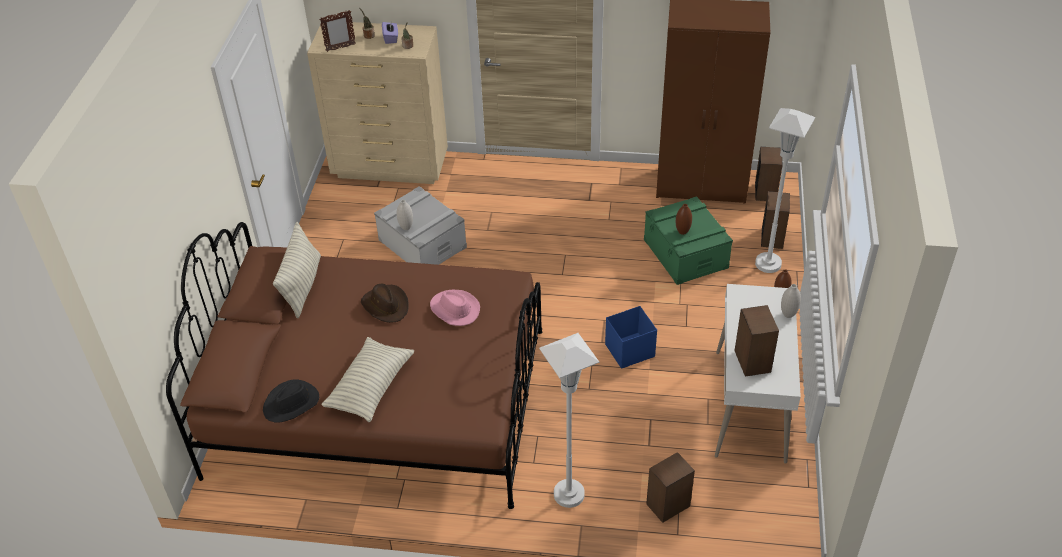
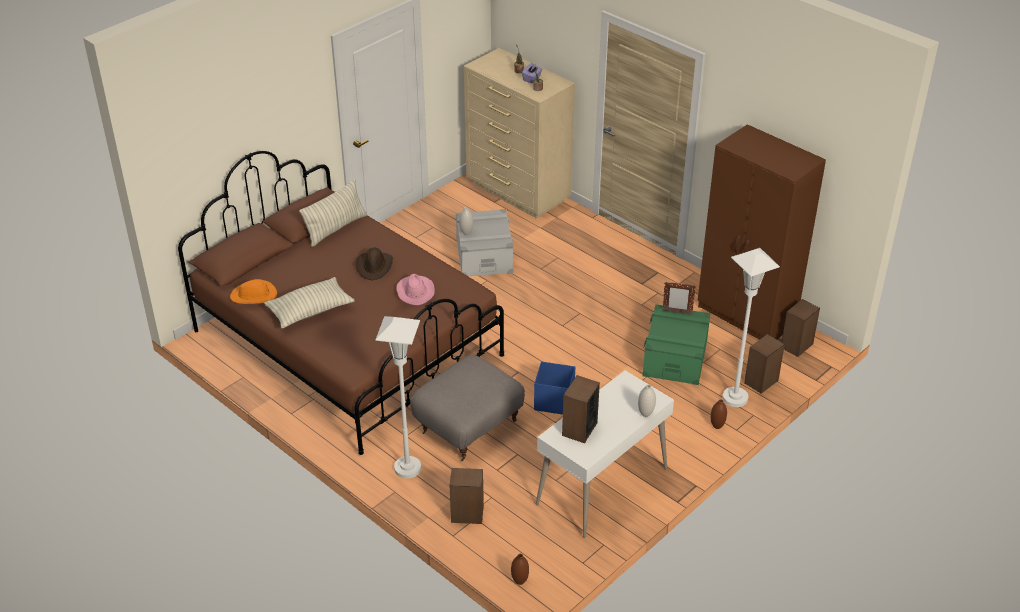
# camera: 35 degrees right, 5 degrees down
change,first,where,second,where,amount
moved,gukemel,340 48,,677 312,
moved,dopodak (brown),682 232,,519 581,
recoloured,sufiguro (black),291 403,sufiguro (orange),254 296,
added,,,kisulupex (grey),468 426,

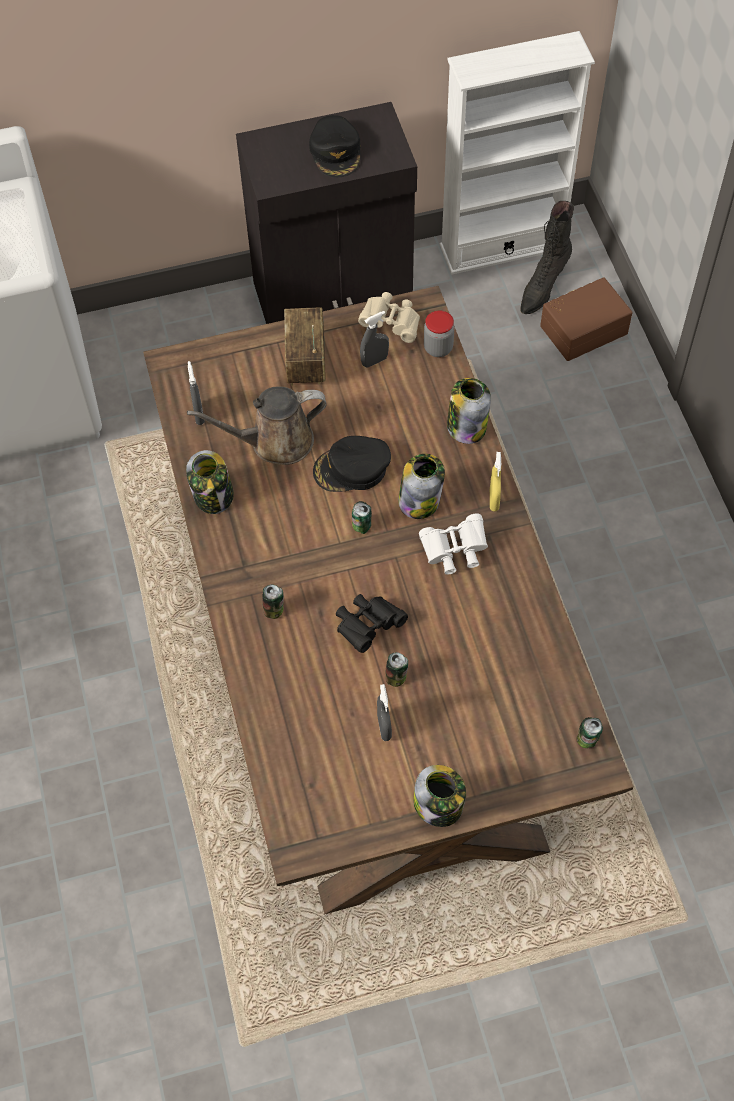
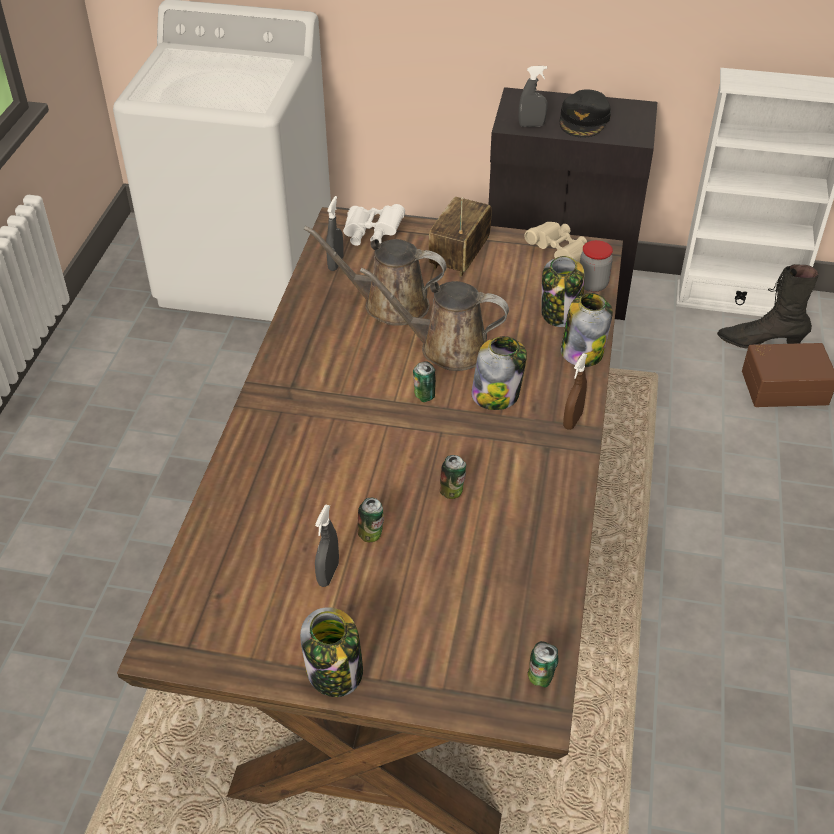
# camera: 25 degrees right, 15 degrees down
change,first,where,second,where,amount
turned,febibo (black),543 287,,760 342,45 degrees clockwise
moved,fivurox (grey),374 361,,531 125,
replaced,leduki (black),352 469,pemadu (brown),447 348,
moved,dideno,213 496,,561 313,
recoloured,fivurox (yellow),494 500,fivurox (brown),572 420,
moved,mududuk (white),454 551,,371 234,
moved,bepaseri,274 610,,452 491,
removed,mududuk (black),368 626,,,

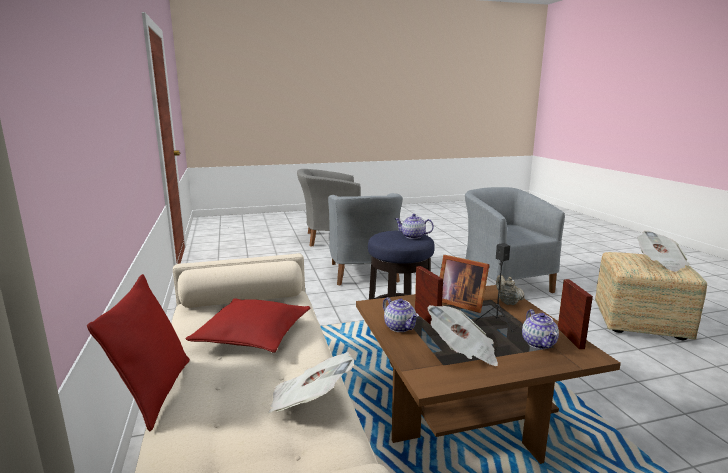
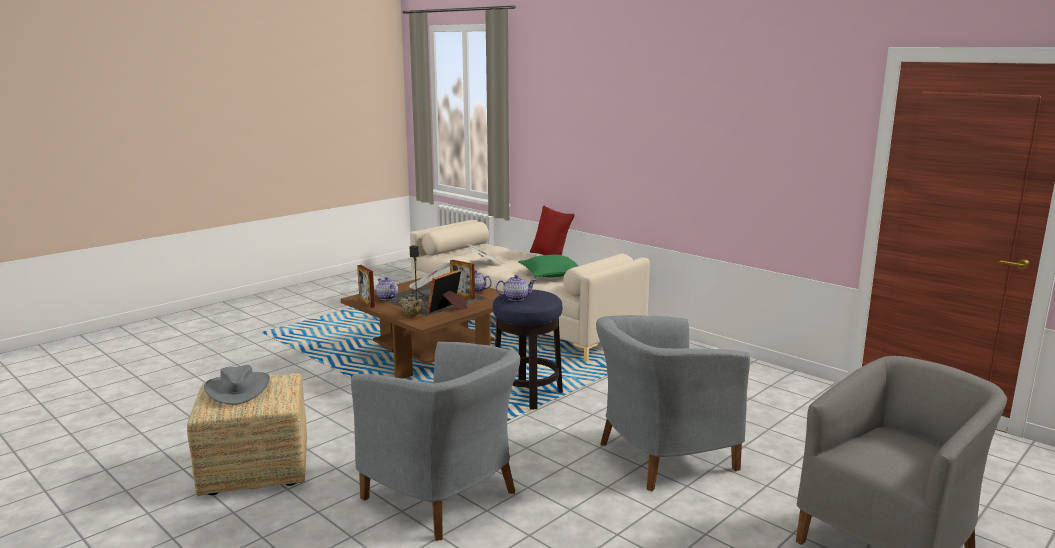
# camera: 150 degrees right, 0 degrees up
change,first,where,second,where,amount
turned,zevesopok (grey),364 274,,661 457,75 degrees counterclockwise
replaced,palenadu,660 263,sufiguro (grey),237 389,
turned,gukemel,460 302,,448 309,60 degrees counterclockwise
recoloured,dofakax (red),253 335,dofakax (green),552 275,

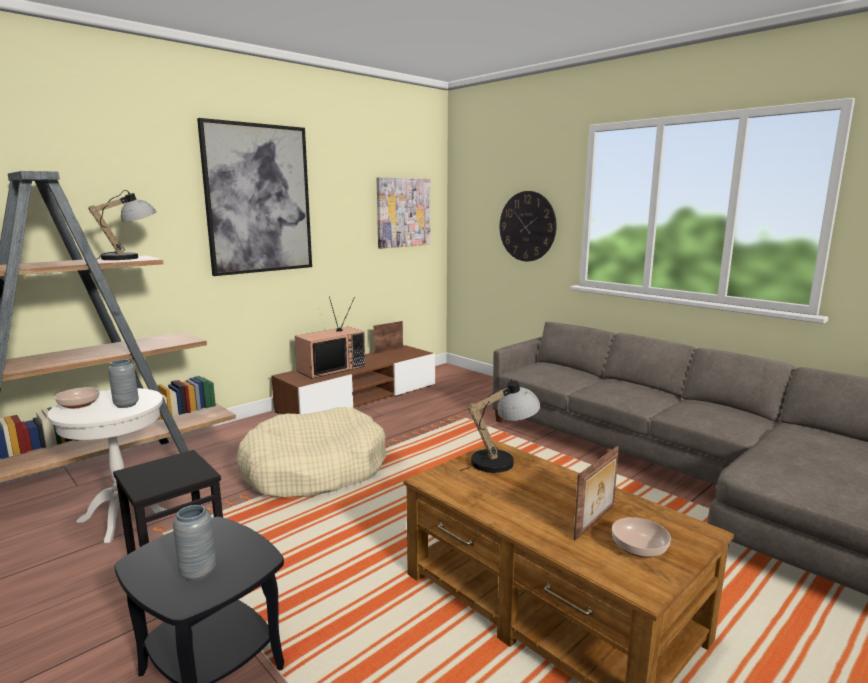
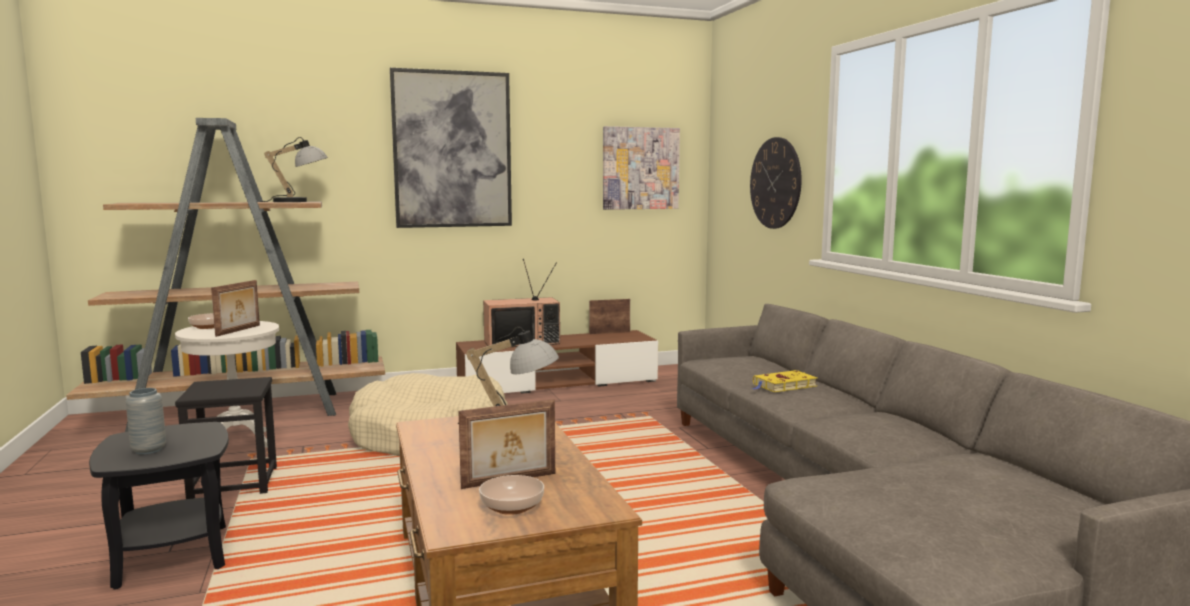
# camera: 25 degrees right, 5 degrees down
change,first,where,second,where,amount
replaced,dopodak (grey),126 405,gukemel,239 330,
added,,,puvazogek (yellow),783 385,

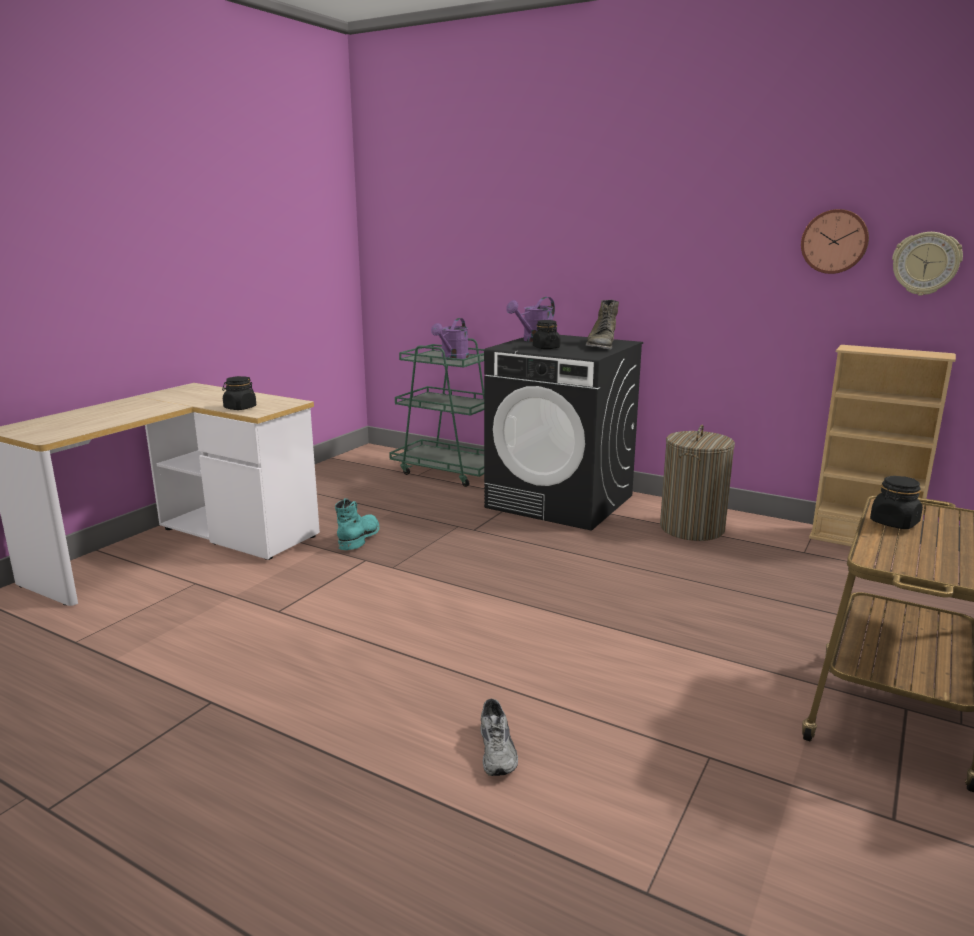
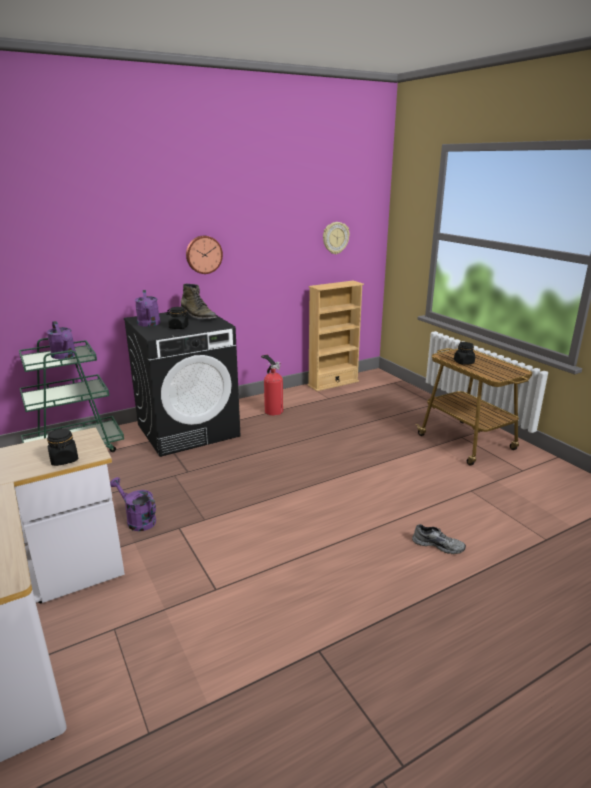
# camera: 60 degrees left, 5 degrees up
change,first,where,second,where,amount
moved,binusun,834 241,,203 254,
replaced,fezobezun,692 528,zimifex,273 410,
replaced,febibo (turquoise),359 537,pemadu (purple),137 520,

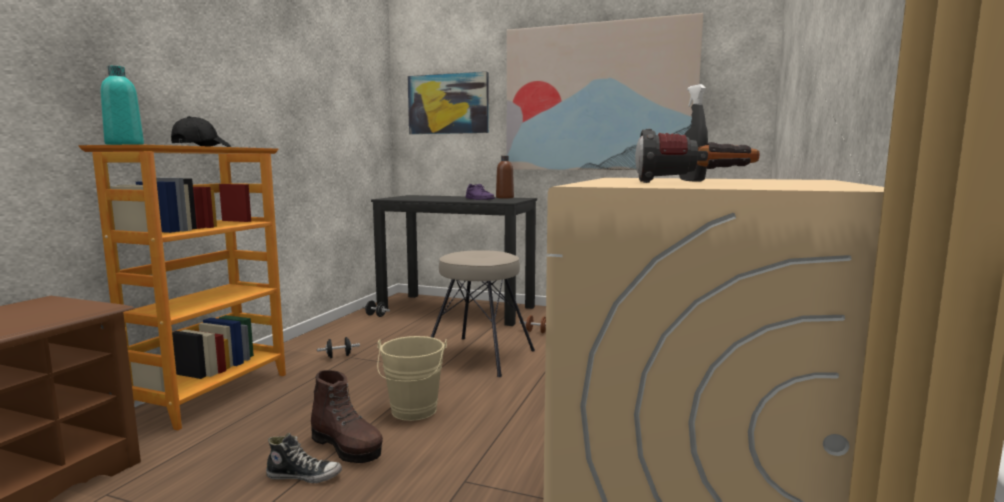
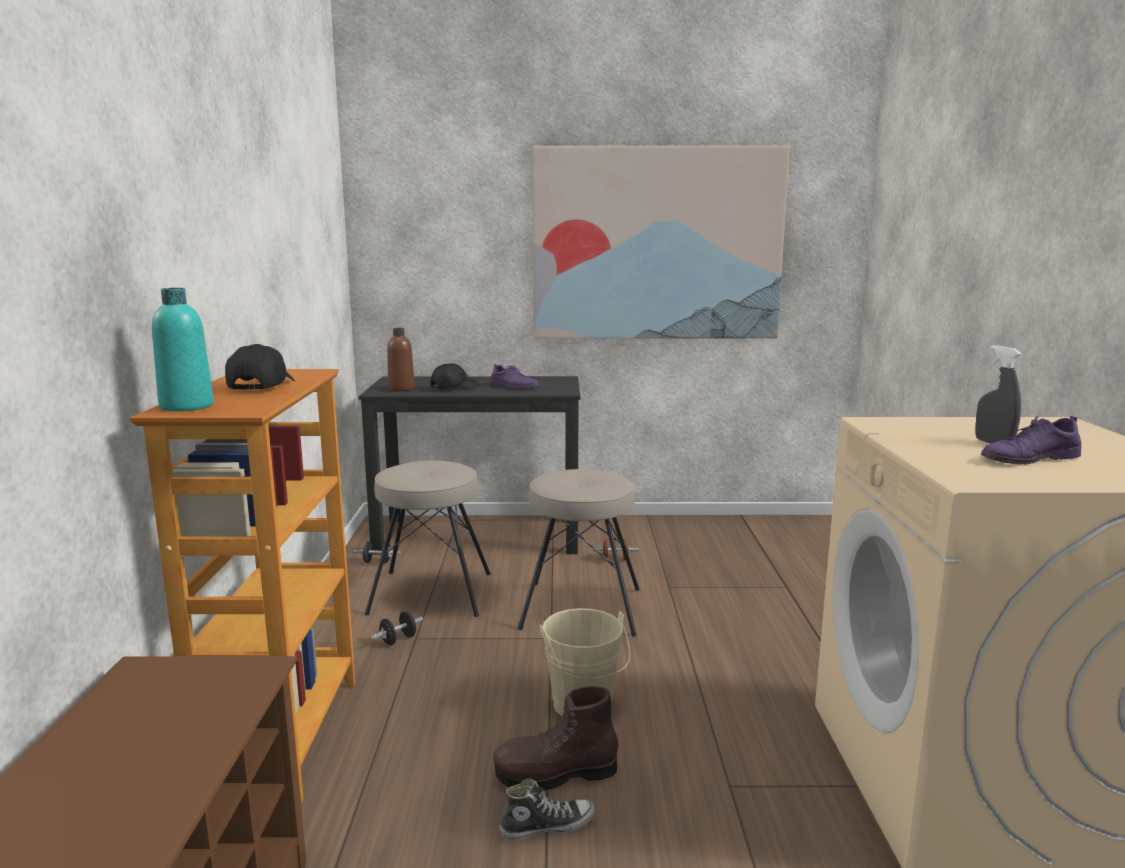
# camera: 20 degrees left, 5 degrees up
change,first,where,second,where,amount
removed,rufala,448 104,,,
replaced,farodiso,694 183,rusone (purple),1029 458,
moved,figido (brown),504 197,,401 389,
turned,febibo (brown),347 447,,555 774,150 degrees clockwise
added,,,leduki (black),454 388,
added,,,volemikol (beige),431 594,

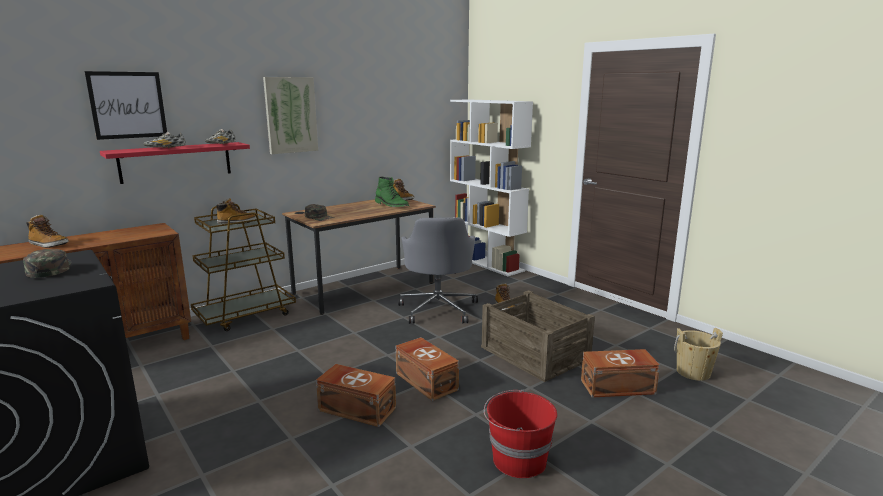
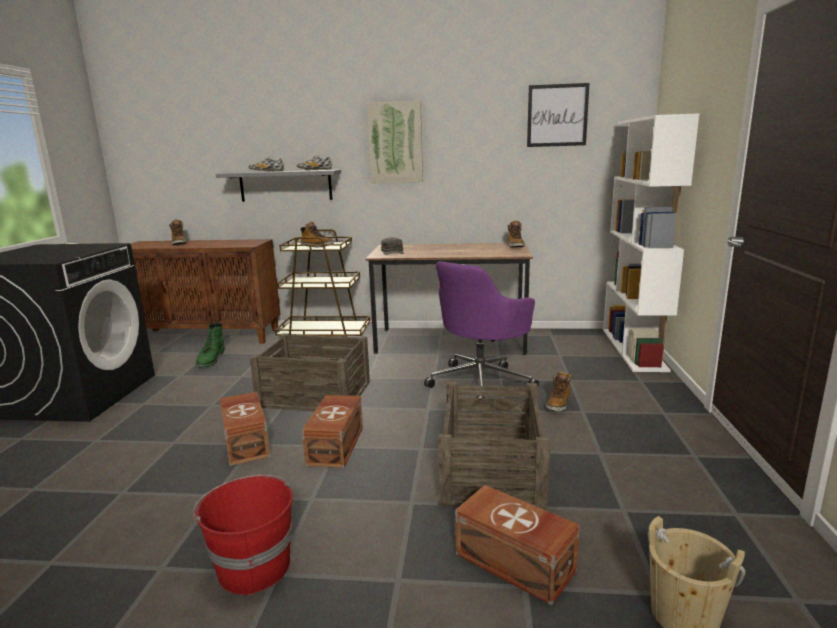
# camera: 45 degrees right, 0 degrees up
change,first,where,second,where,amount
moved,rufala,128 105,,557 115,
recoloured,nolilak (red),176 162,nolilak (grey),285 186,
moved,febibo (green),391 205,,211 359,
recoloured,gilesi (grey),438 309,gilesi (purple),481 382,
removed,leduki (green),49 269,,,
added,,,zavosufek,315 393,

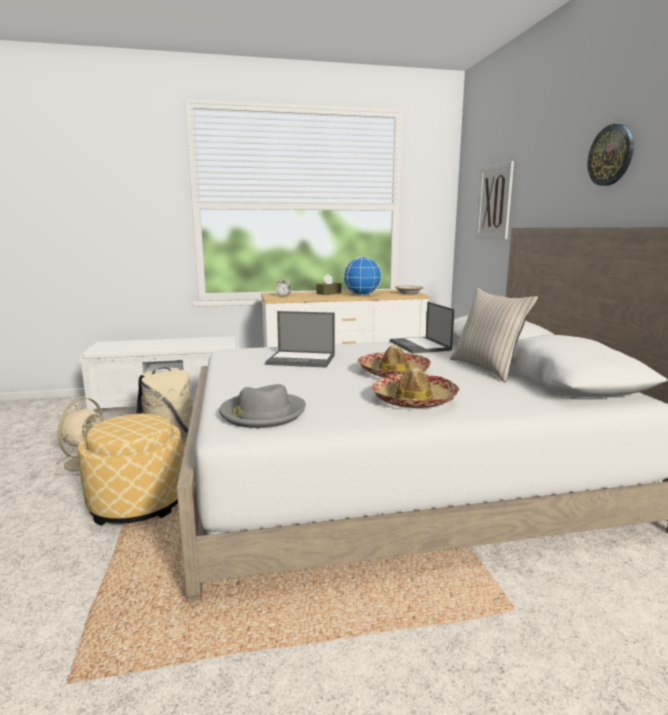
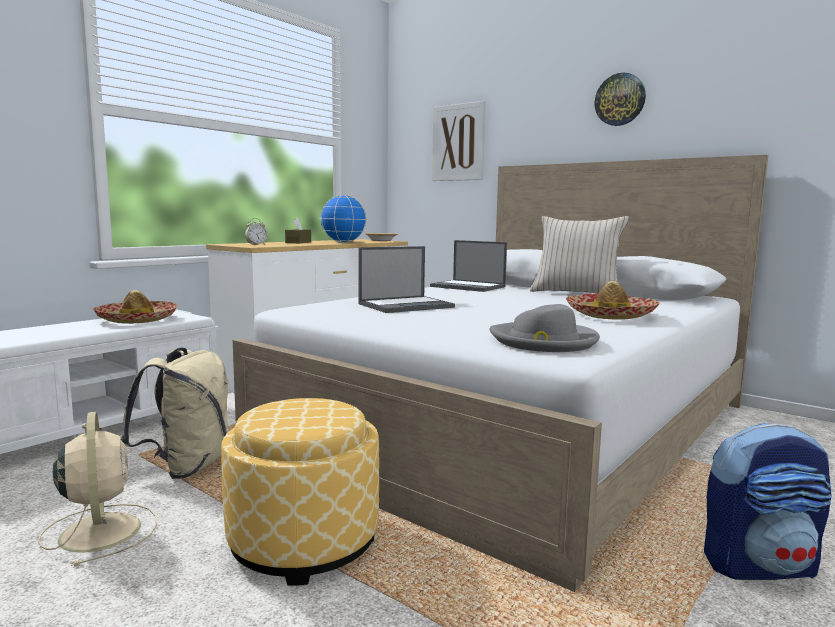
# camera: 40 degrees left, 5 degrees down
change,first,where,second,where,amount
moved,sufiguro,393 373,,136 320,
added,,,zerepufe,760 565,

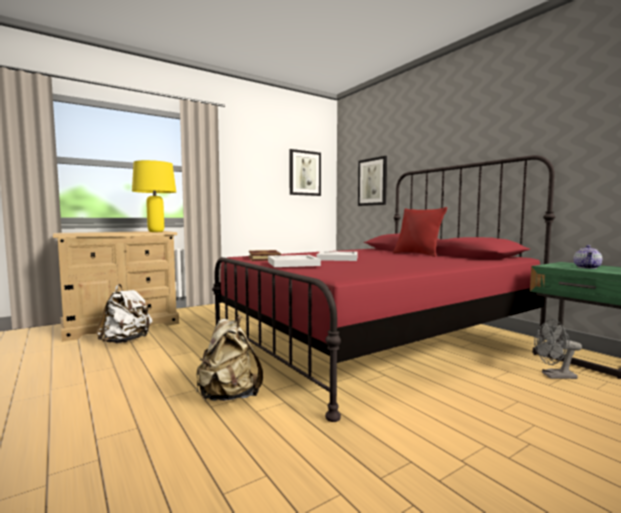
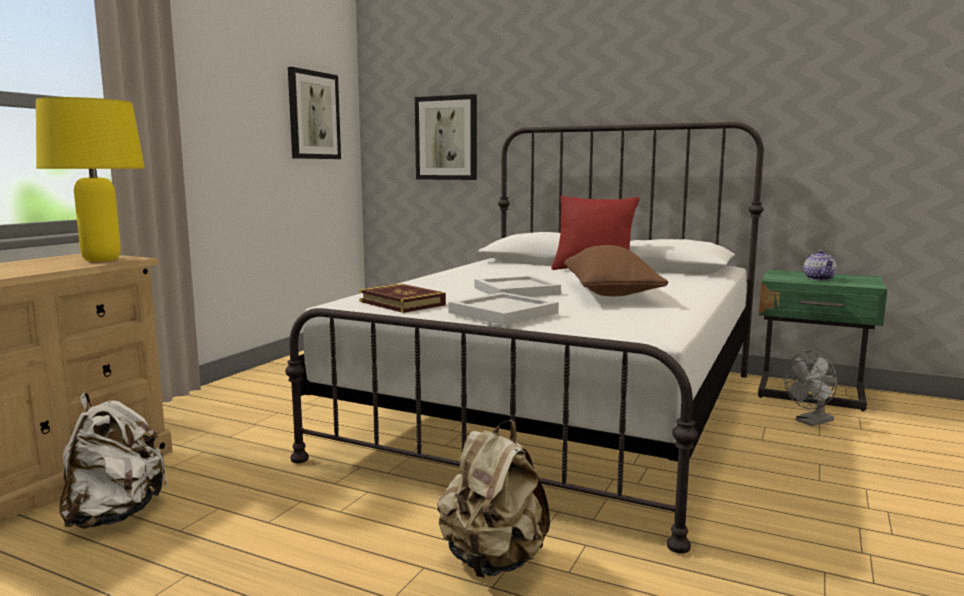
# camera: 30 degrees left, 5 degrees up
change,first,where,second,where,amount
recoloured,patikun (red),376 338,patikun (white),559 411,
added,,,dofakax (brown),610 293,

